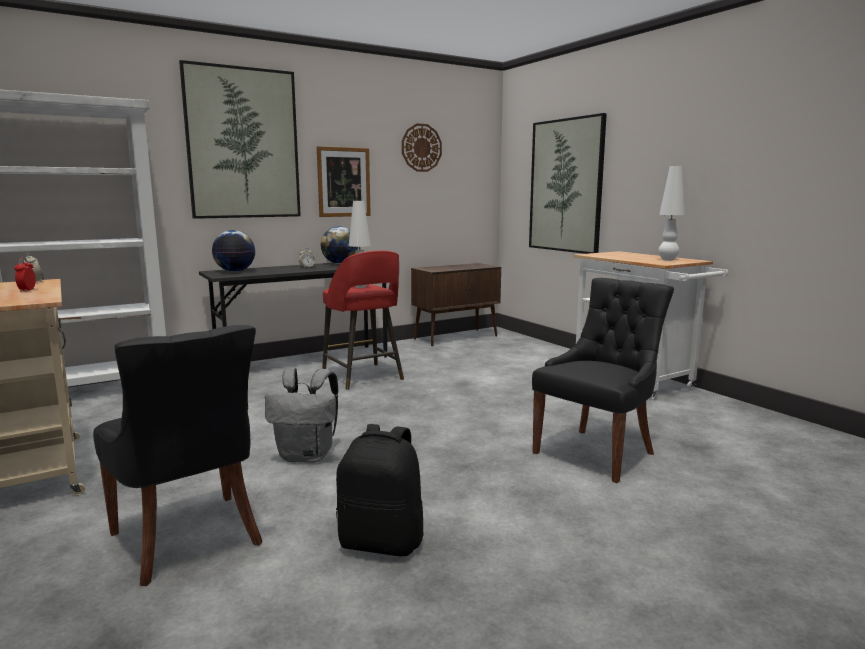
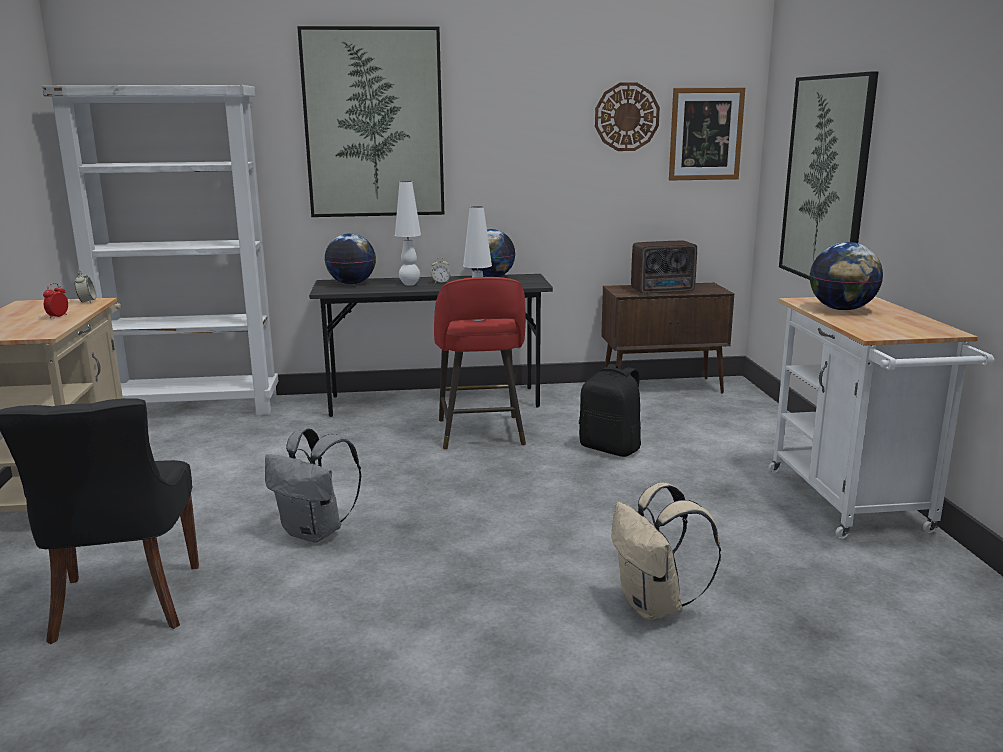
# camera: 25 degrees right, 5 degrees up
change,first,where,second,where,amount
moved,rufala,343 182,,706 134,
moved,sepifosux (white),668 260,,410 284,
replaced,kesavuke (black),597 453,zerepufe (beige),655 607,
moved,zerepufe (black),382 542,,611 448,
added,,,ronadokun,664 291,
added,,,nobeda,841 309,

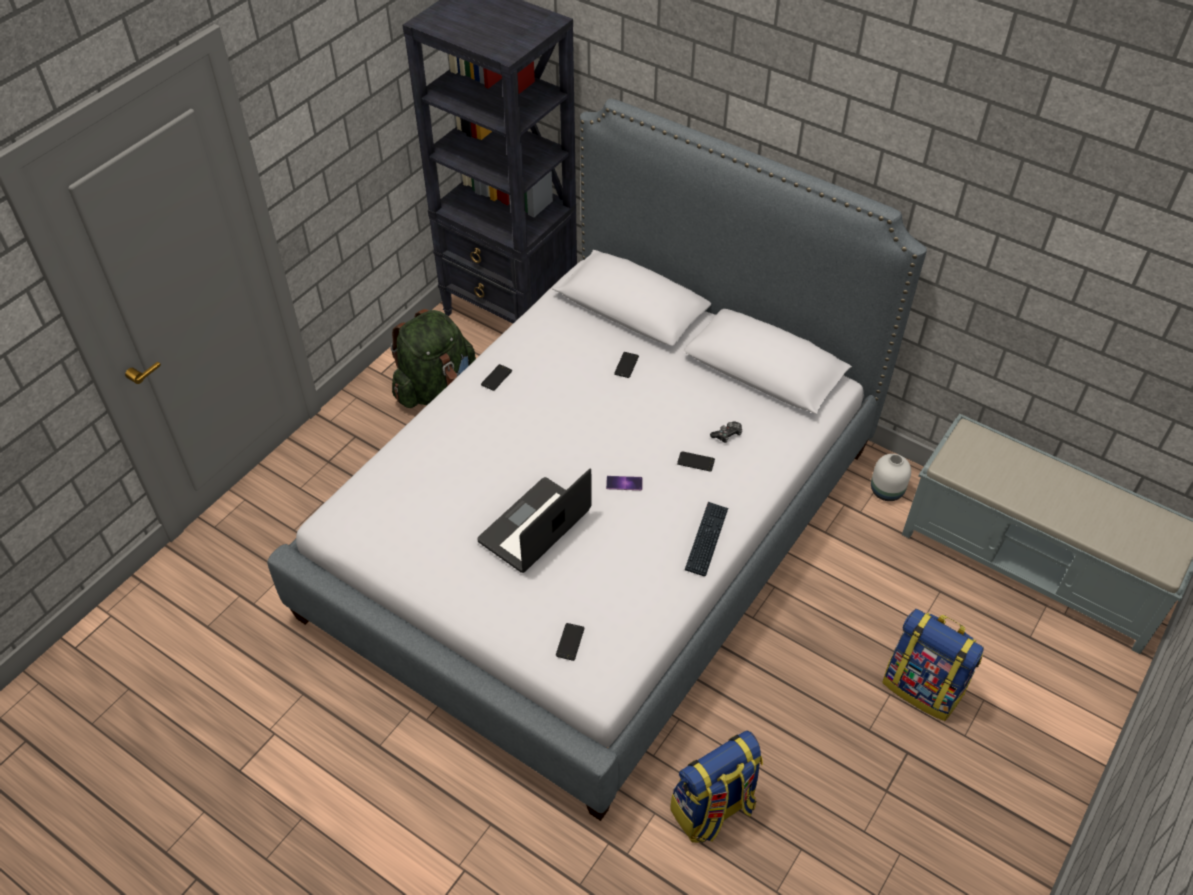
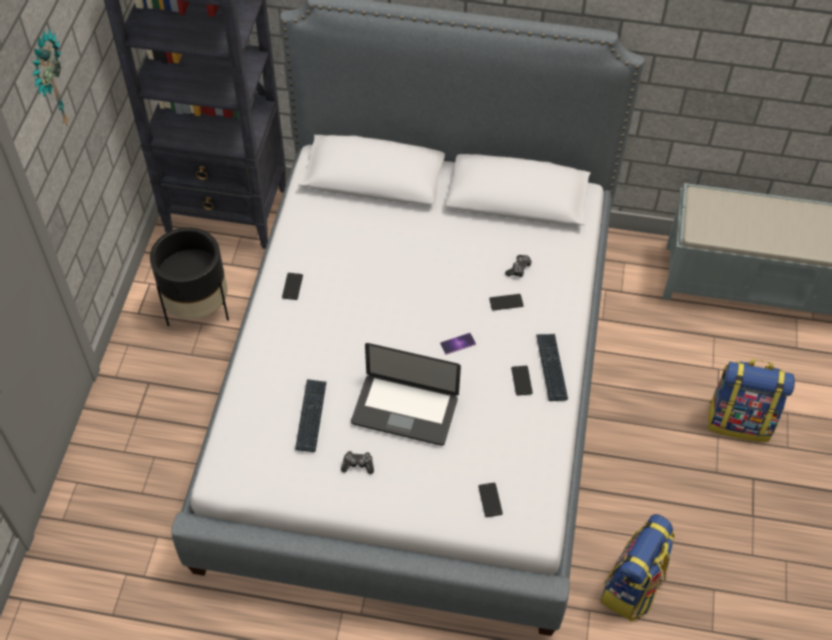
# camera: 25 degrees left, 5 degrees up
change,first,where,second,where,amount
replaced,zerepufe (green),435 387,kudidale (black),198 309,
moved,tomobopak,626 365,,521 380,
removed,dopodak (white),887 491,,,
turned,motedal,535 526,,404 411,90 degrees counterclockwise
added,,,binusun,48 82,
added,,,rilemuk,311 416,
added,,,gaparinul,358 465,

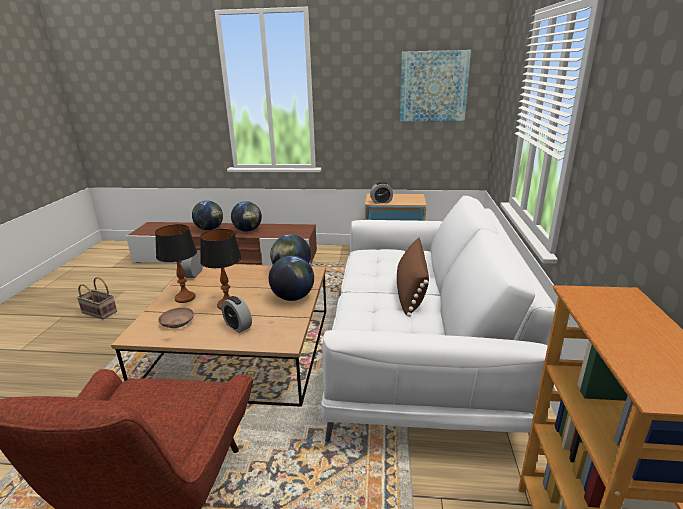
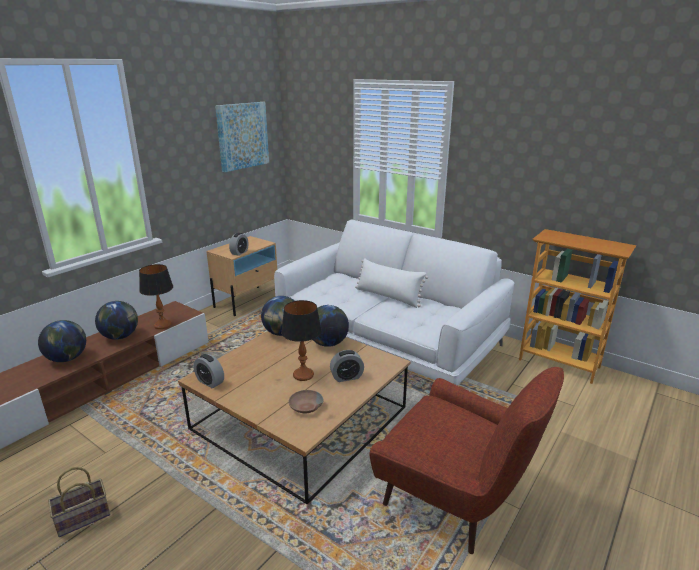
# camera: 60 degrees left, 0 degrees up
change,first,where,second,where,amount
moved,sepifosux,185 298,,163 325,
recoloured,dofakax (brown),411 292,dofakax (white),388 297,

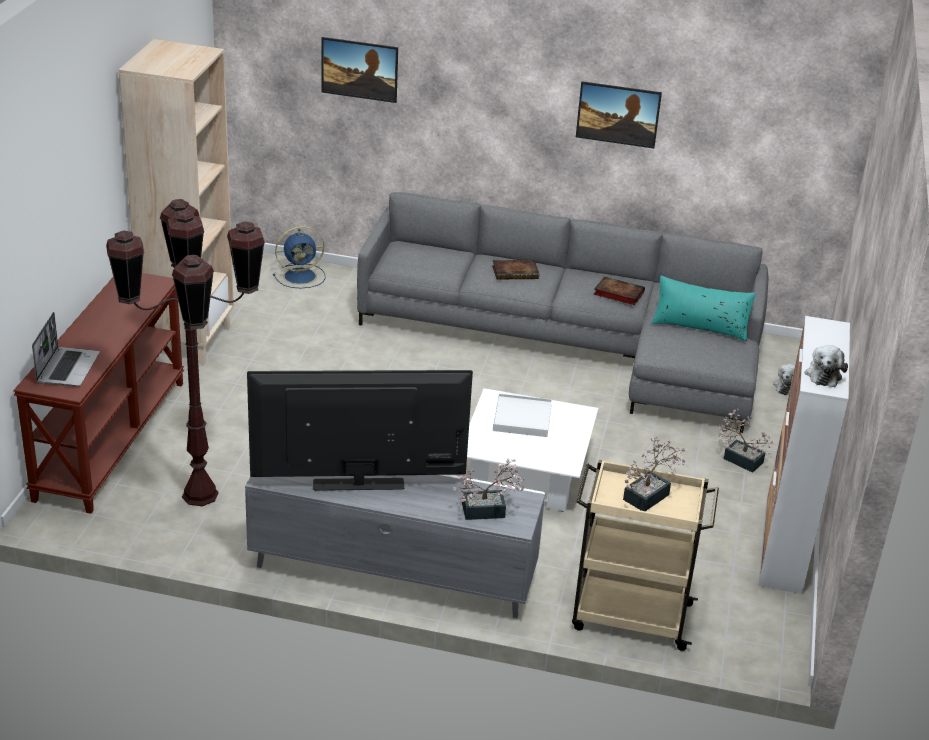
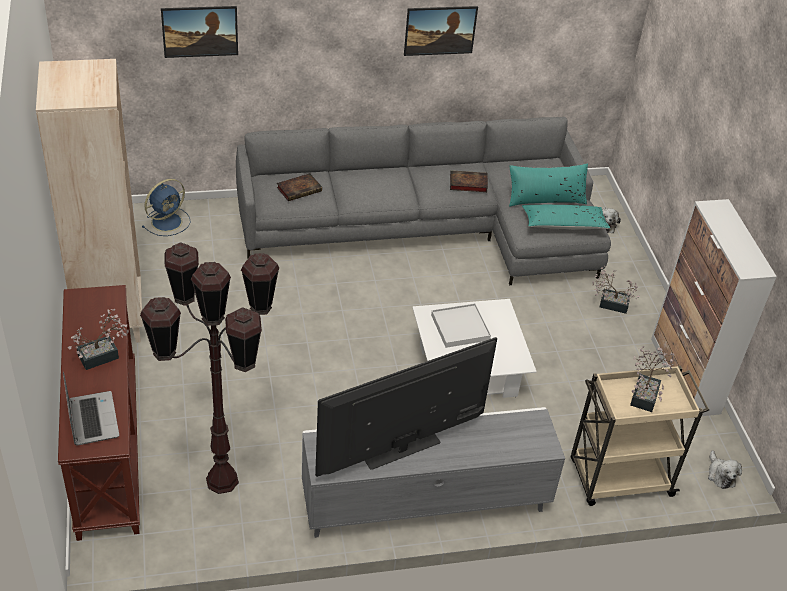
# camera: 25 degrees left, 10 degrees up
change,first,where,second,where,amount
moved,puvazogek,516 272,,300 189,
moved,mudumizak,823 374,,720 475,
moved,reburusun,489 510,,103 355,
added,,,dofakax (turquoise),564 224,

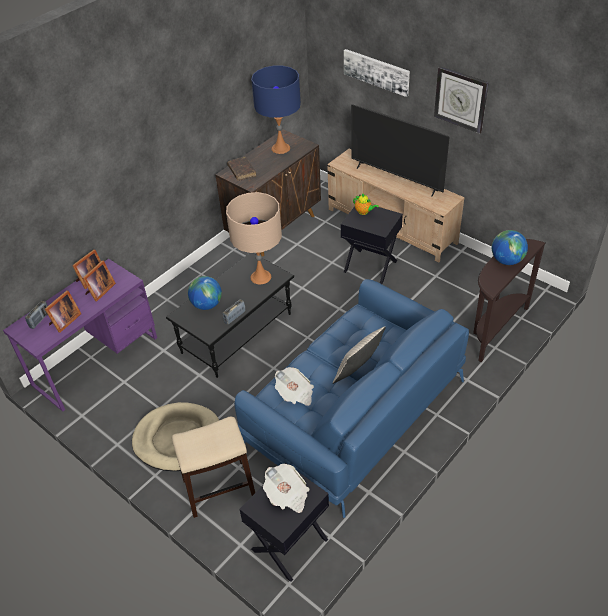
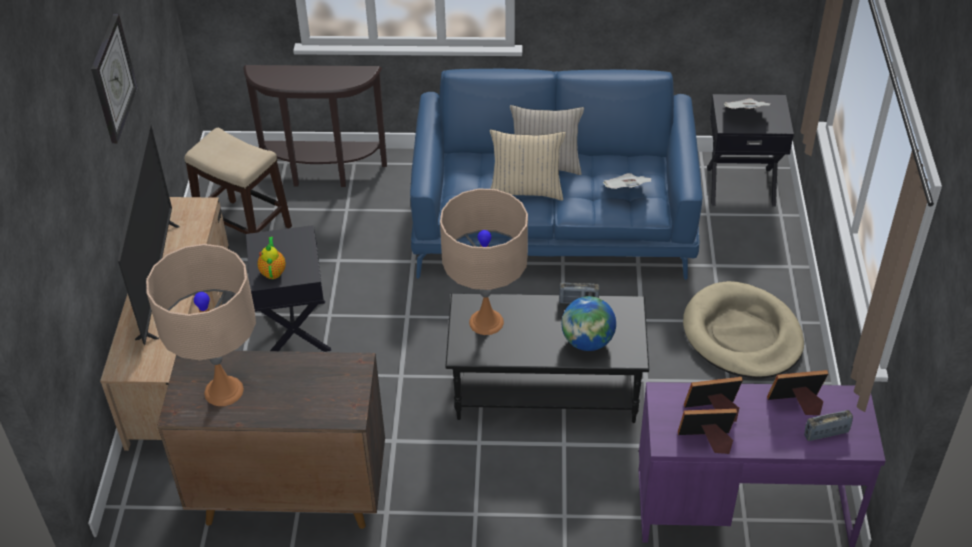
# camera: 130 degrees left, 0 degrees up
change,first,where,second,where,amount
removed,rufala,376 71,,,
recoloured,sepifosux (blue),280 148,sepifosux (beige),224 391,
removed,puvazogek (brown),242 171,,,
removed,nobeda,506 260,,,
moved,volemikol,218 488,,245 229,
added,,,dofakax (beige),526 190,

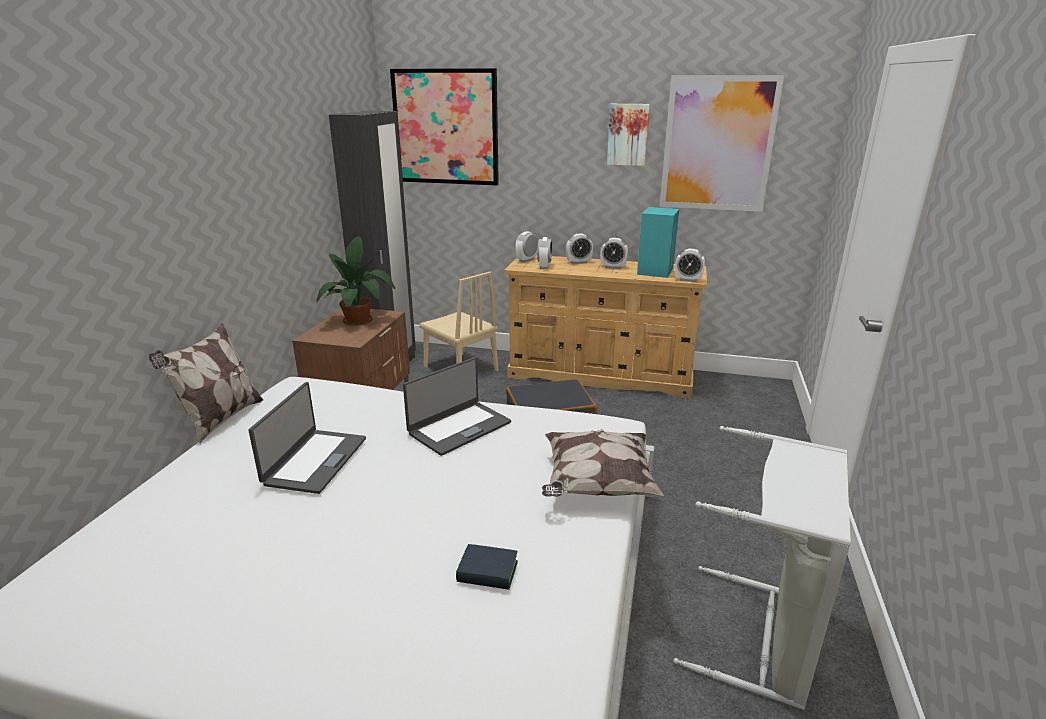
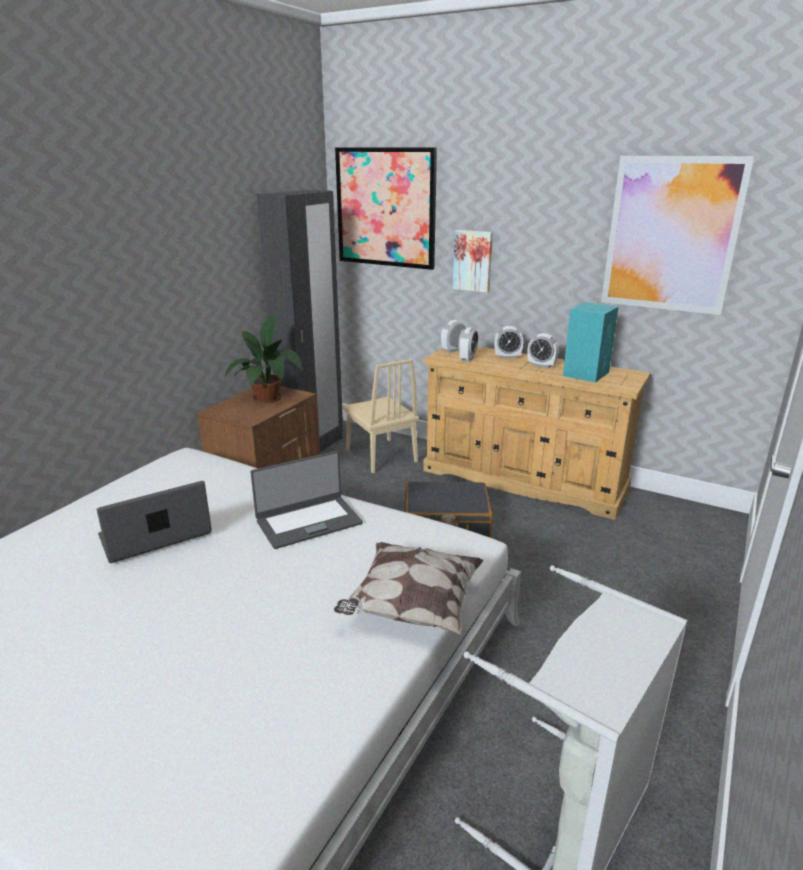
# camera: 15 degrees right, 0 degrees up
change,first,where,second,where,amount
moved,rufala,628 134,,473 260,
removed,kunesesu,688 280,,,
removed,dofakax,220 419,,,
turned,motedal,314 461,,156 536,150 degrees counterclockwise
removed,puvazogek,487 572,,,

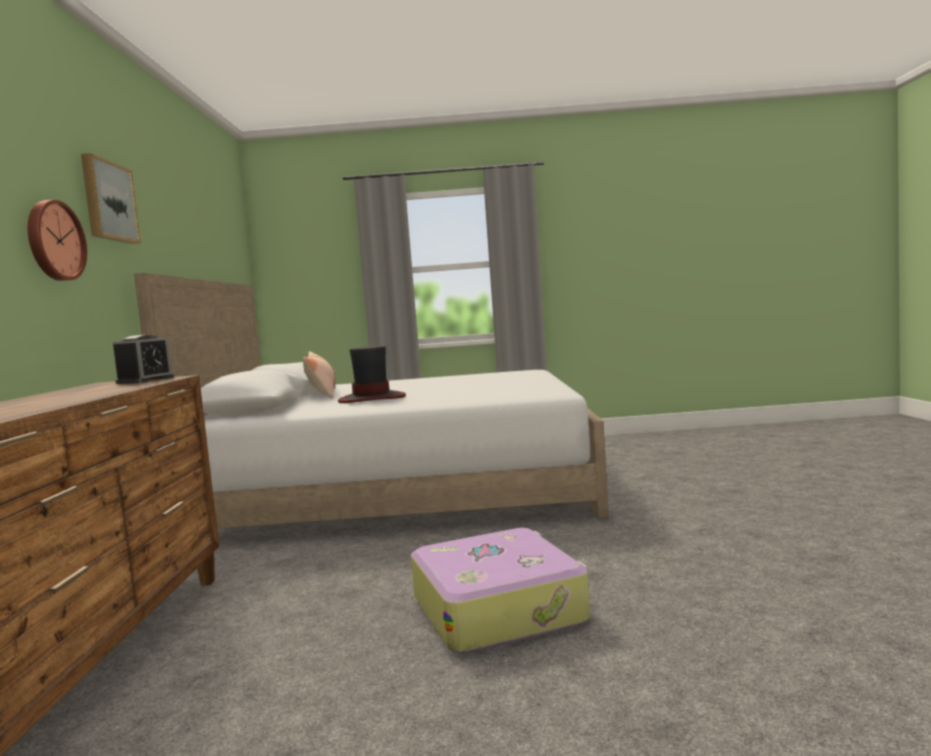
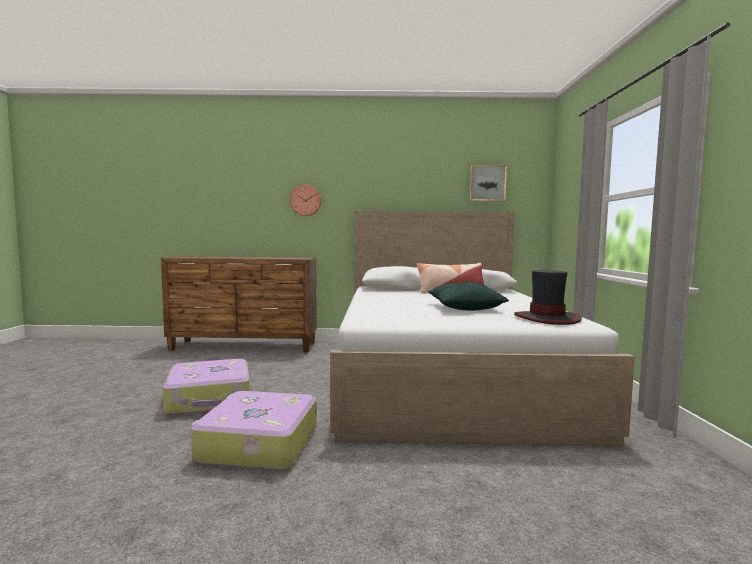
# camera: 90 degrees right, 0 degrees up
change,first,where,second,where,amount
moved,rufala,108 201,,487 183,
removed,kunesesu,145 380,,,
moved,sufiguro,372 398,,547 318,
added,,,dofakax (green),464 308,
added,,,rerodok,257 444,

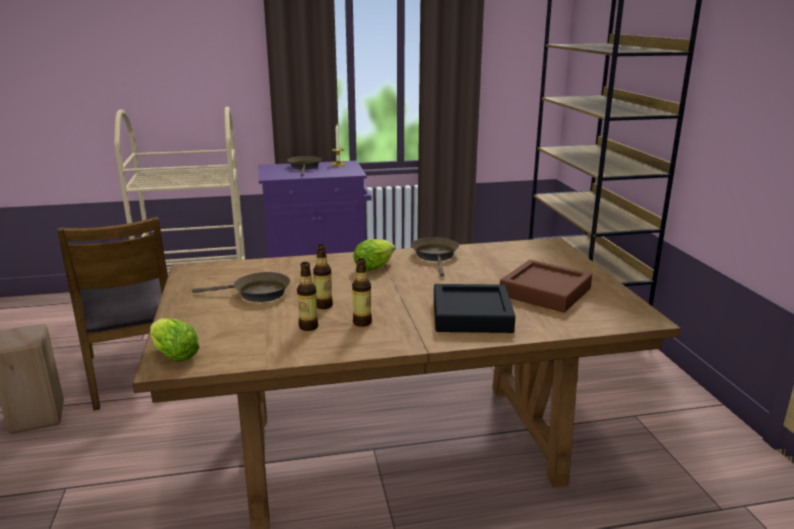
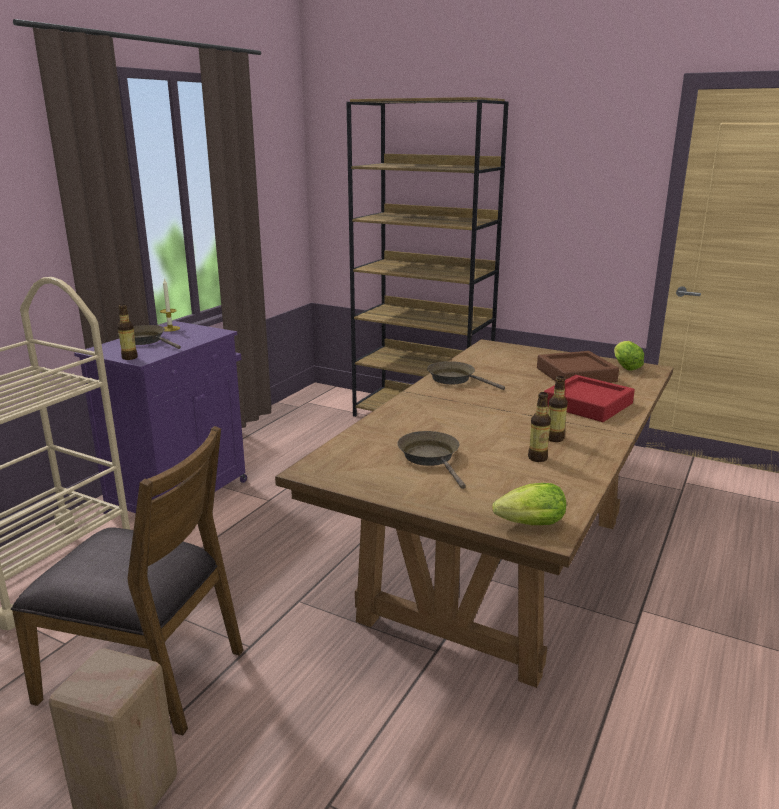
# camera: 50 degrees left, 0 degrees up
change,first,where,second,where,amount
moved,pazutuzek,376 267,,624 367,
moved,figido,323 305,,129 357,
turned,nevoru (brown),257 293,,431 458,60 degrees counterclockwise
recoloured,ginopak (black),471 315,ginopak (red),587 404,

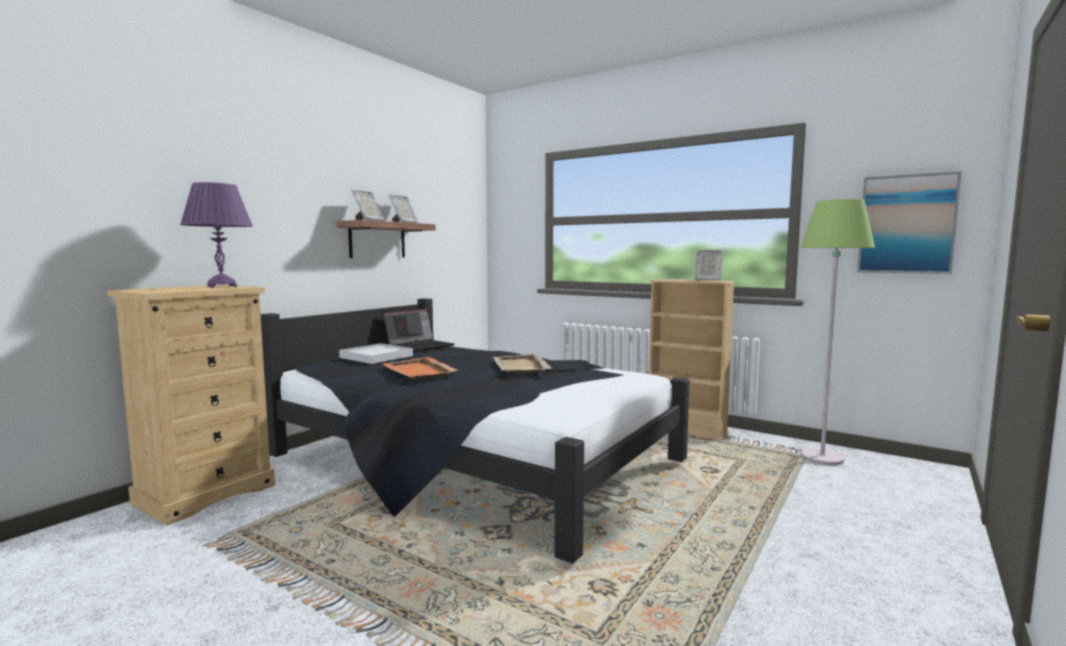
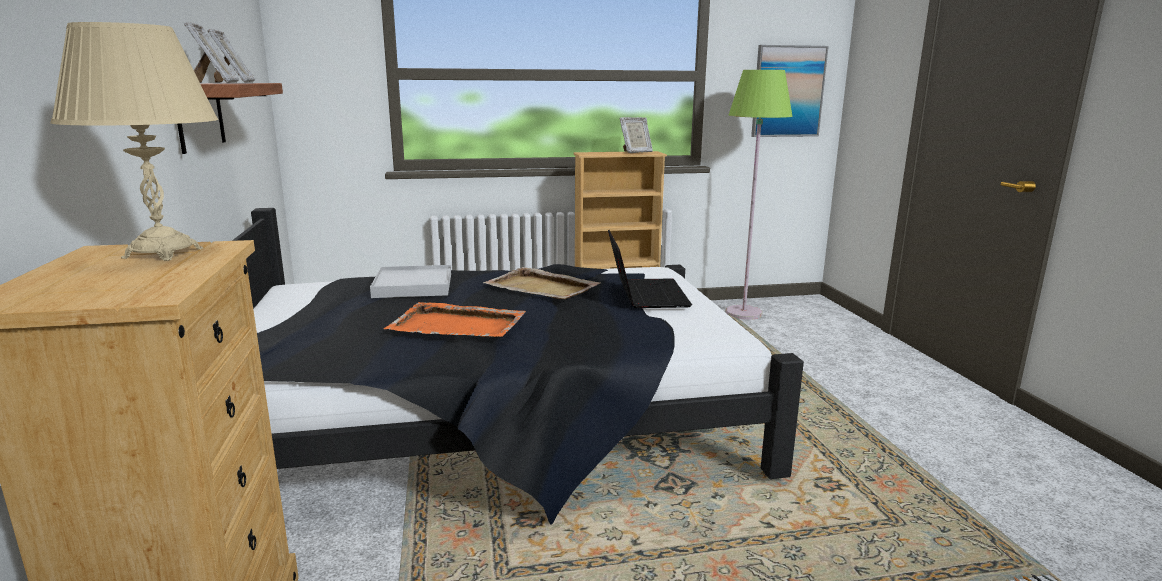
# camera: 45 degrees left, 10 degrees up
change,first,where,second,where,amount
recoloured,sepifosux (purple),222 287,sepifosux (beige),163 253,
moved,motedal,420 346,,645 294,
moved,ginopak (white),376 357,,413 286,

